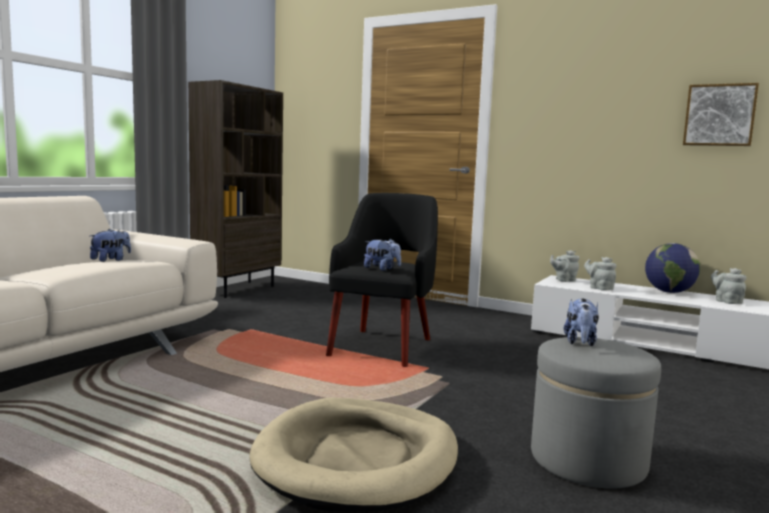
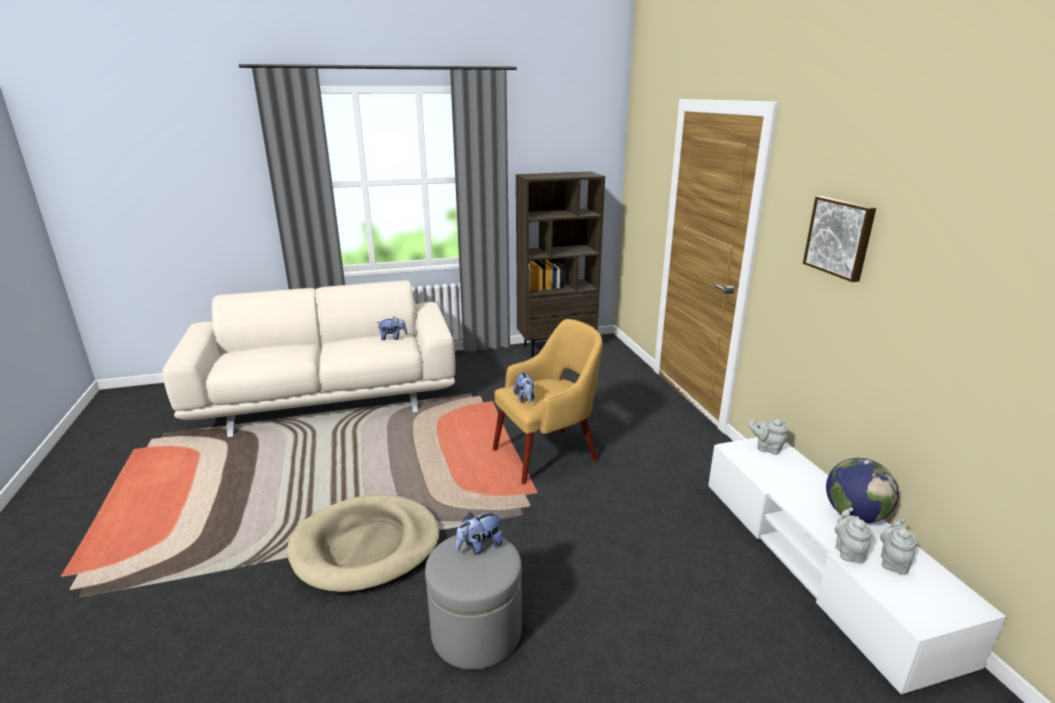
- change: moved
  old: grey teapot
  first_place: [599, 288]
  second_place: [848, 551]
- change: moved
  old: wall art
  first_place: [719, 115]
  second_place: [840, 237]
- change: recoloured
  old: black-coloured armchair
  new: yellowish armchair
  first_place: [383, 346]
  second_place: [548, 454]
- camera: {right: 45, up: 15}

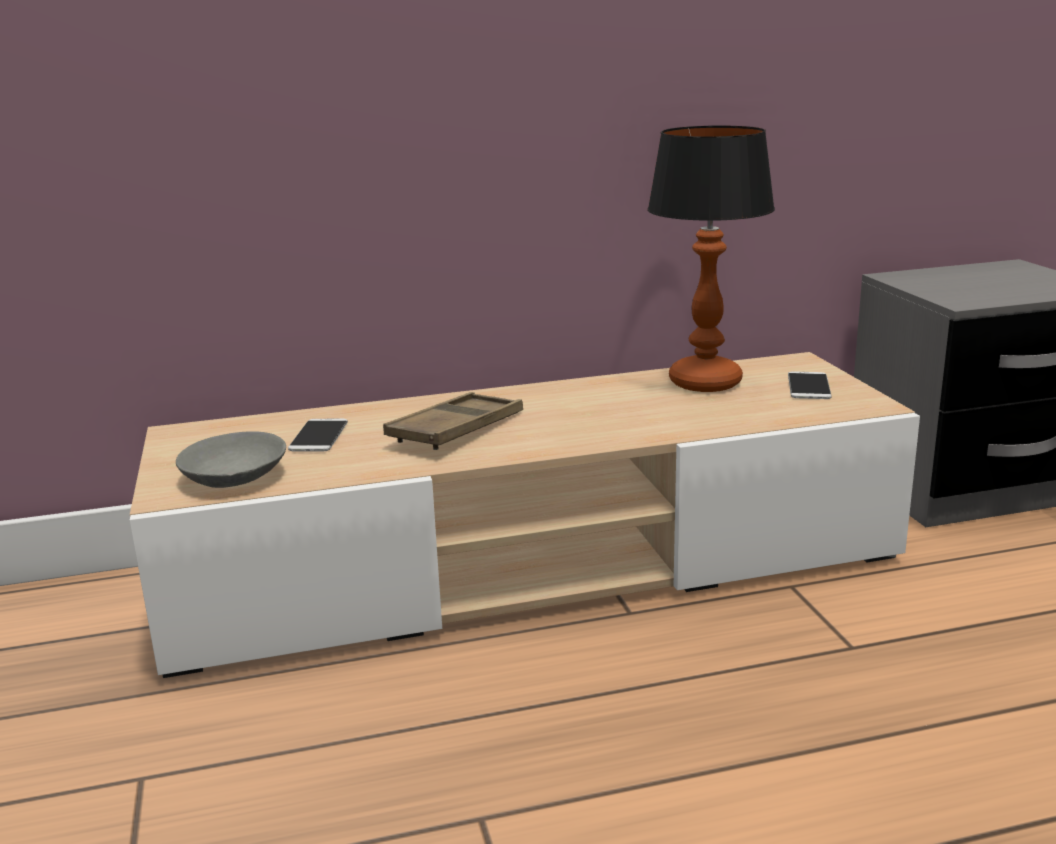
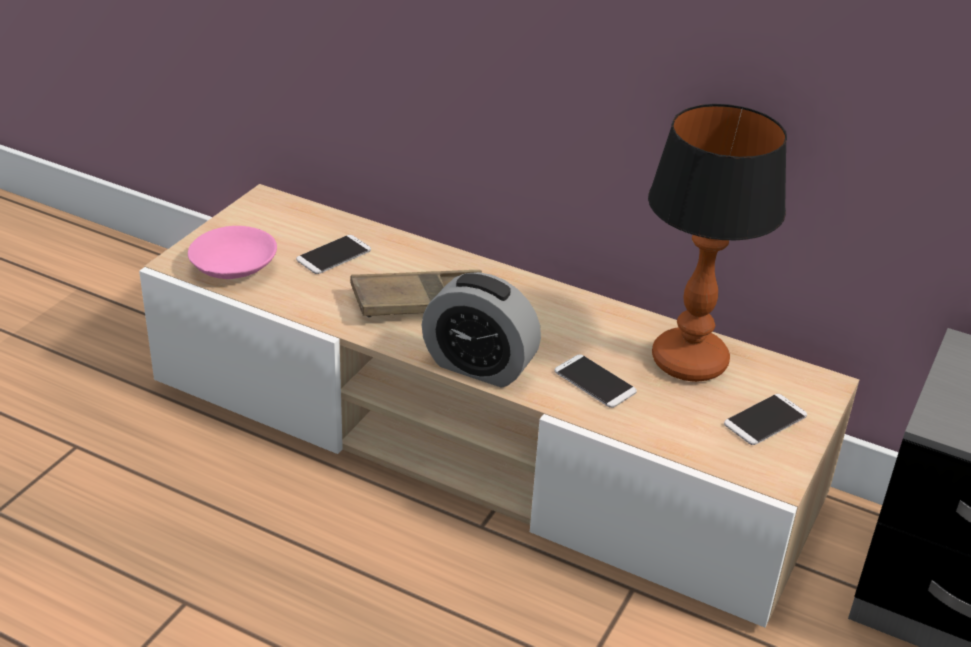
- change: added
  new: alarm clock
  second_place: [479, 366]
- change: added
  new: telephone
  second_place: [595, 382]
- change: recoloured
  old: grey serving bowl
  new: pinkish serving bowl
  first_place: [233, 478]
  second_place: [232, 267]
- camera: {right: 40, up: 15}

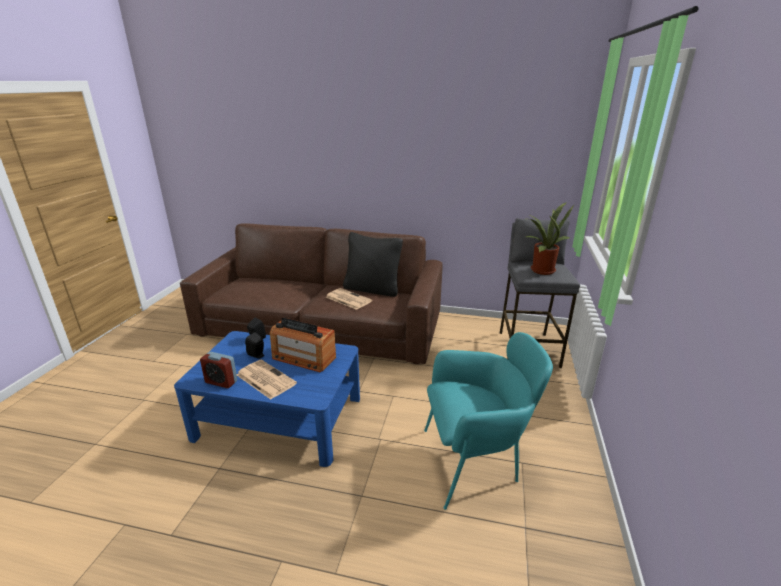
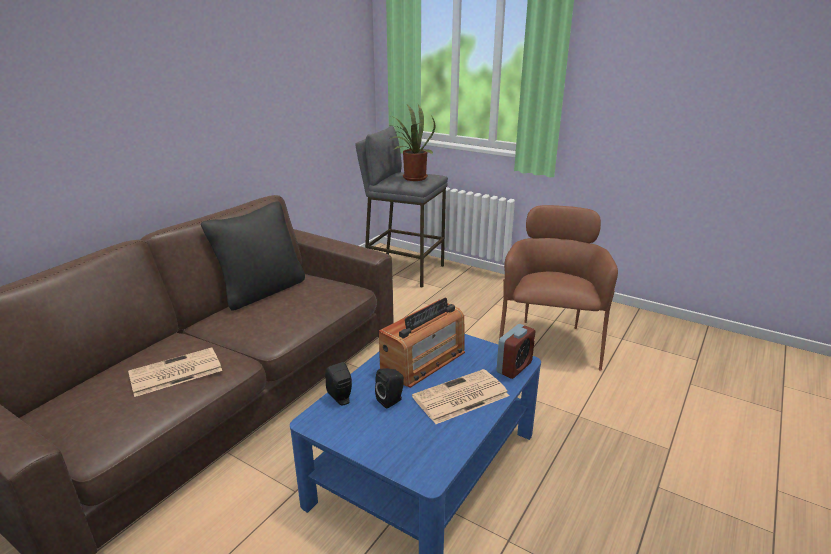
- change: moved
  old: alarm clock
  first_place: [221, 382]
  second_place: [514, 367]
- change: moved
  old: daily paper
  first_place: [347, 299]
  second_place: [174, 373]
- change: recoloured
  old: blue-green armchair
  new: brown-coloured armchair
  first_place: [475, 462]
  second_place: [549, 341]
- camera: {right: -70, up: 0}

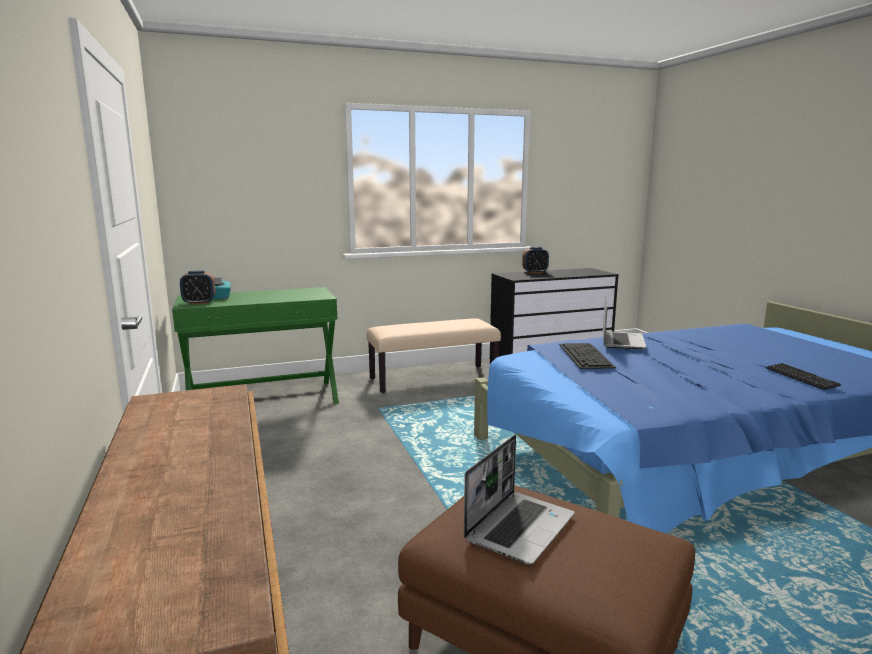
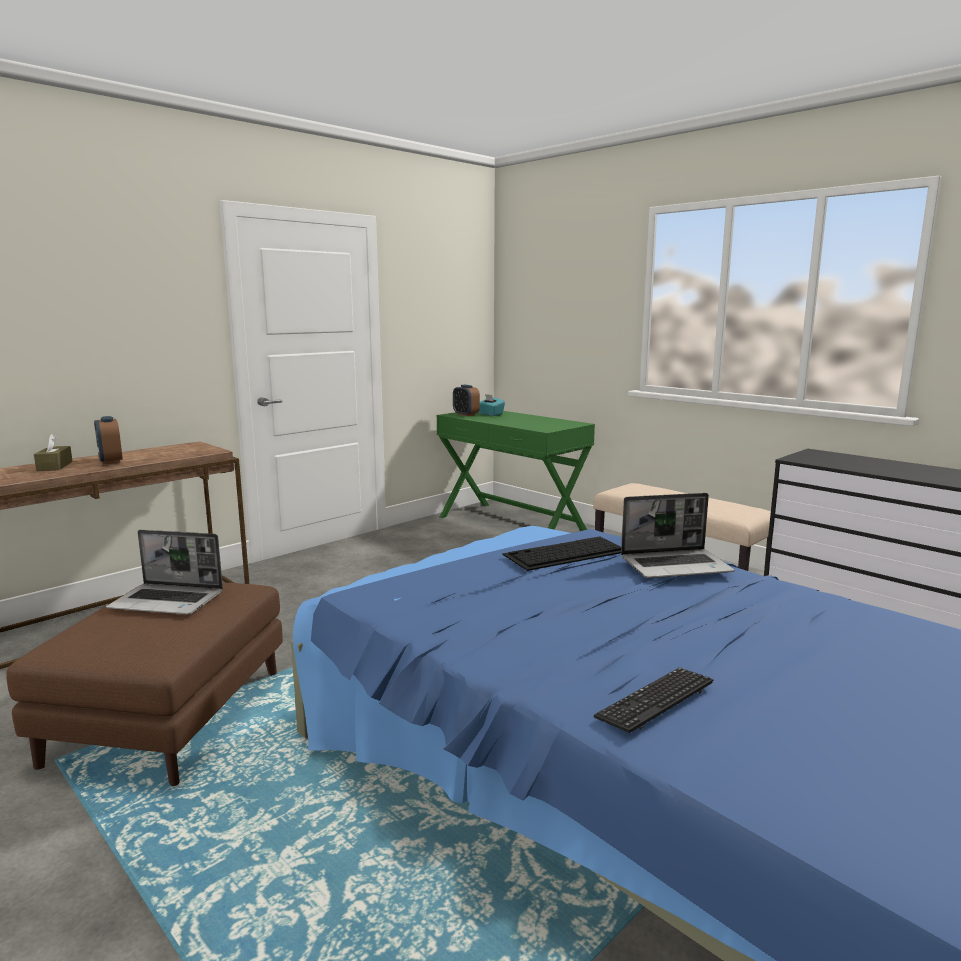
- change: added
  new: brown-coloured tissue holder
  second_place: [55, 466]
- change: moved
  old: alarm clock
  first_place: [535, 272]
  second_place: [110, 461]
- camera: {right: 65, up: 0}

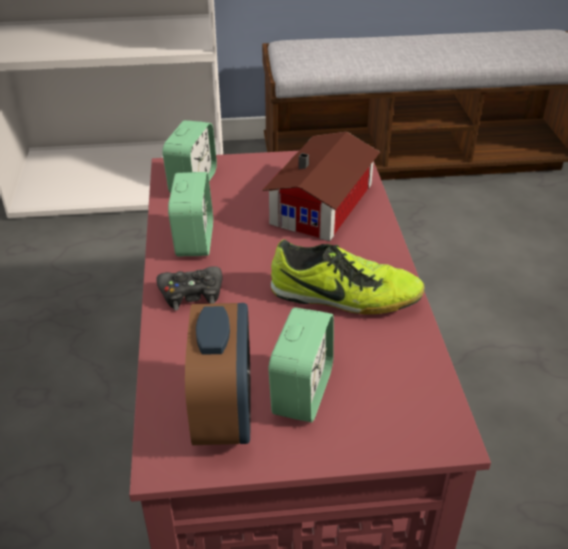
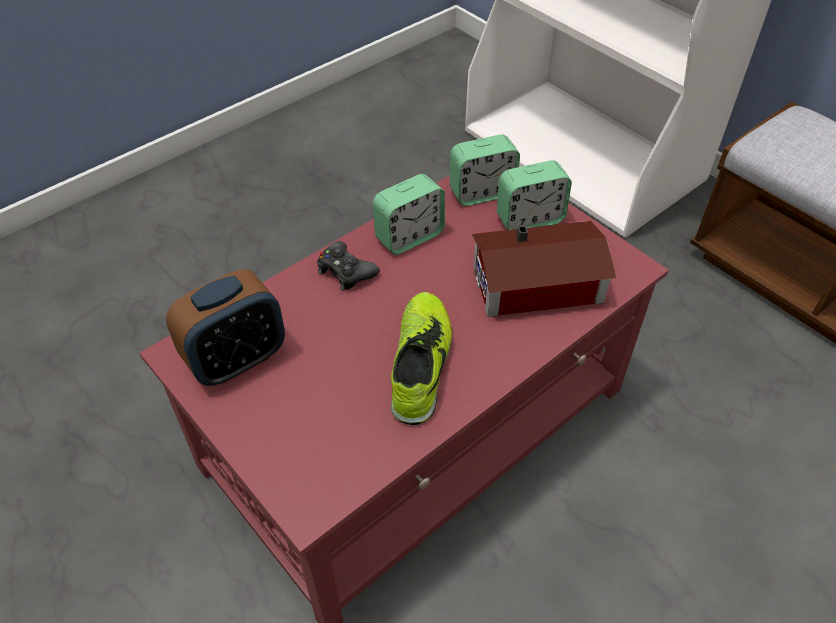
- change: moved
  old: alarm clock
  first_place: [302, 392]
  second_place: [529, 219]
- change: turned
  old: low shoe
  first_place: [344, 297]
  second_place: [421, 364]
  degrees: -150
- camera: {right: 55, up: 10}

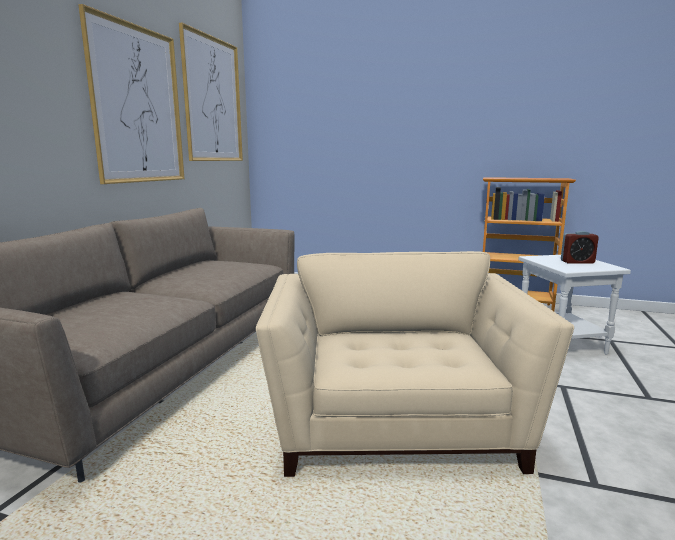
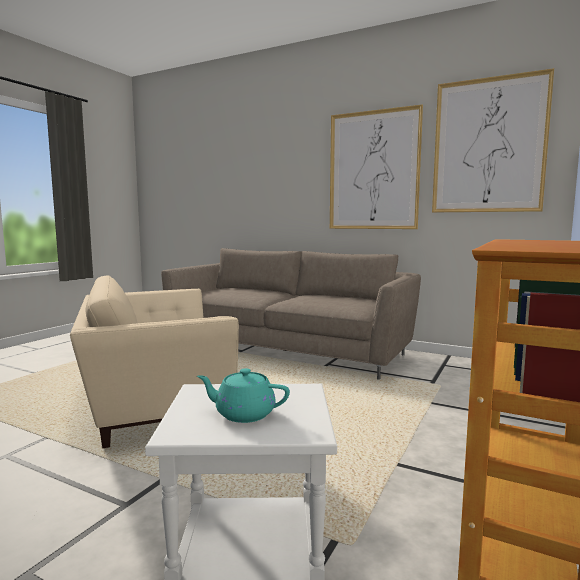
- change: replaced
  old: alarm clock
  new: blue-green teapot
  first_place: [577, 262]
  second_place: [243, 414]
- change: turned
  old: beige armchair
  first_place: [396, 422]
  second_place: [155, 404]
  degrees: 150
- camera: {right: 100, up: -5}

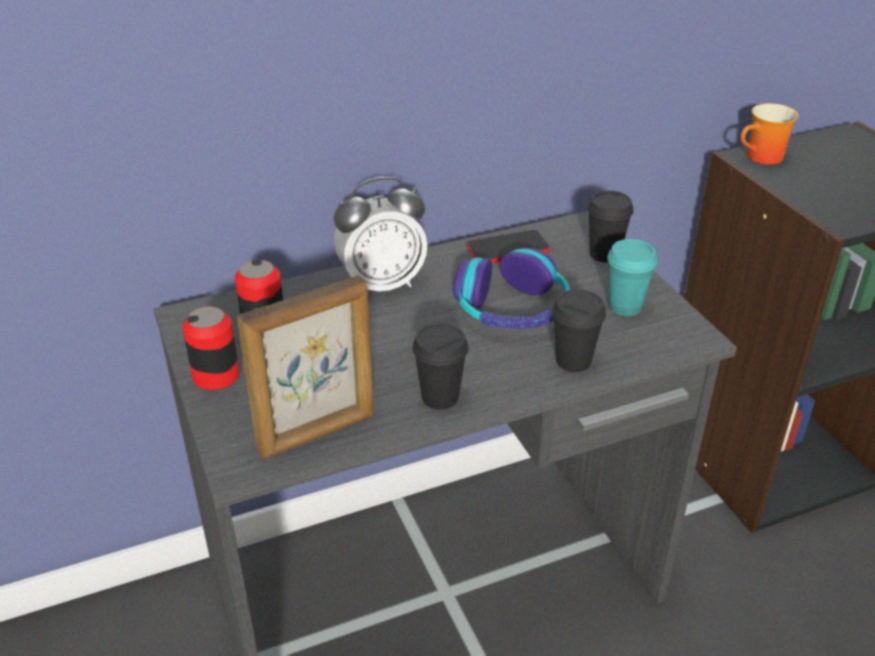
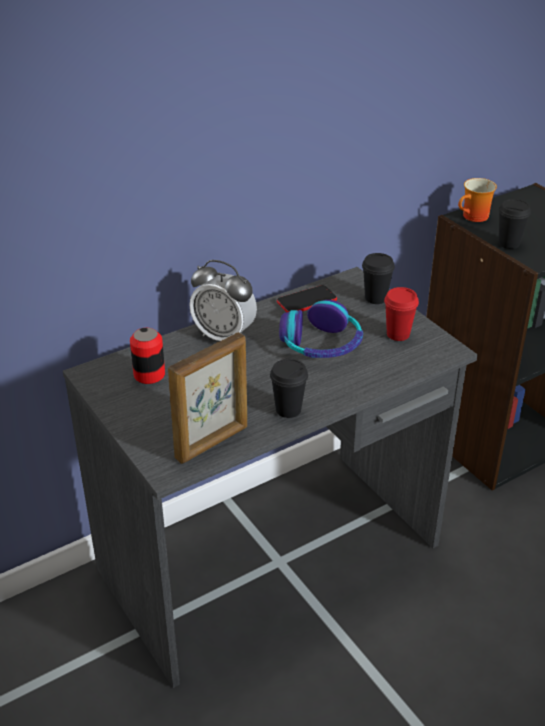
- change: removed
  old: can
  first_place: [216, 376]
- change: moved
  old: black-coloured small cup
  first_place: [573, 361]
  second_place: [509, 243]
- change: recoloured
  old: blue-green small cup
  new: red small cup
  first_place: [625, 306]
  second_place: [398, 334]
- change: turned
  old: alarm clock
  first_place: [382, 284]
  second_place: [224, 336]
  degrees: 60
- camera: {right: -10, up: 0}

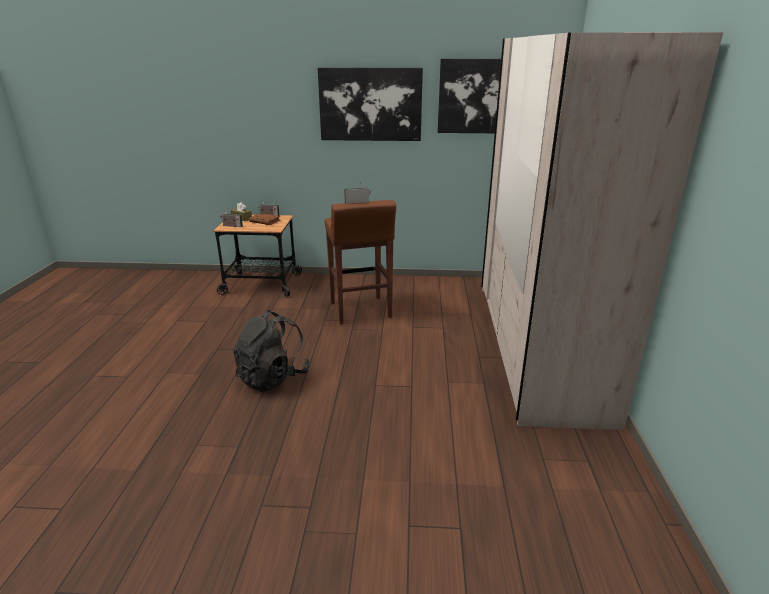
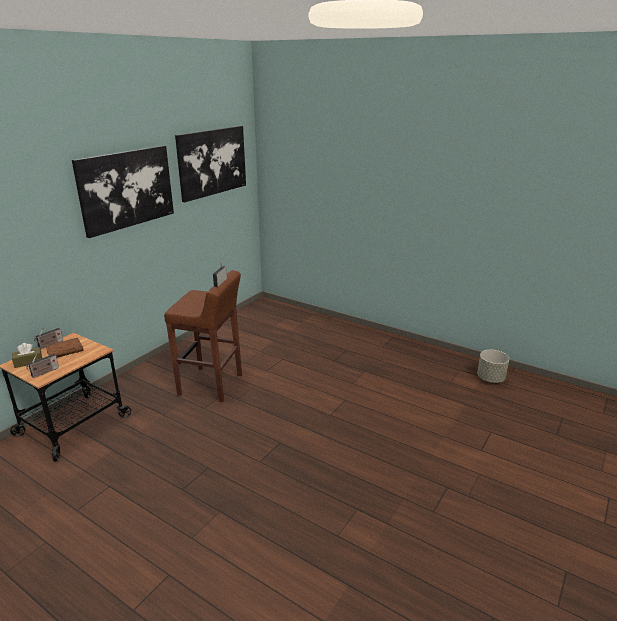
- change: removed
  old: black-coloured rucksack
  first_place: [273, 377]
- change: removed
  old: beige clothes cupboard
  first_place: [537, 345]
- change: added
  new: grey flower pot
  second_place: [490, 378]
- camera: {right: -60, up: 0}

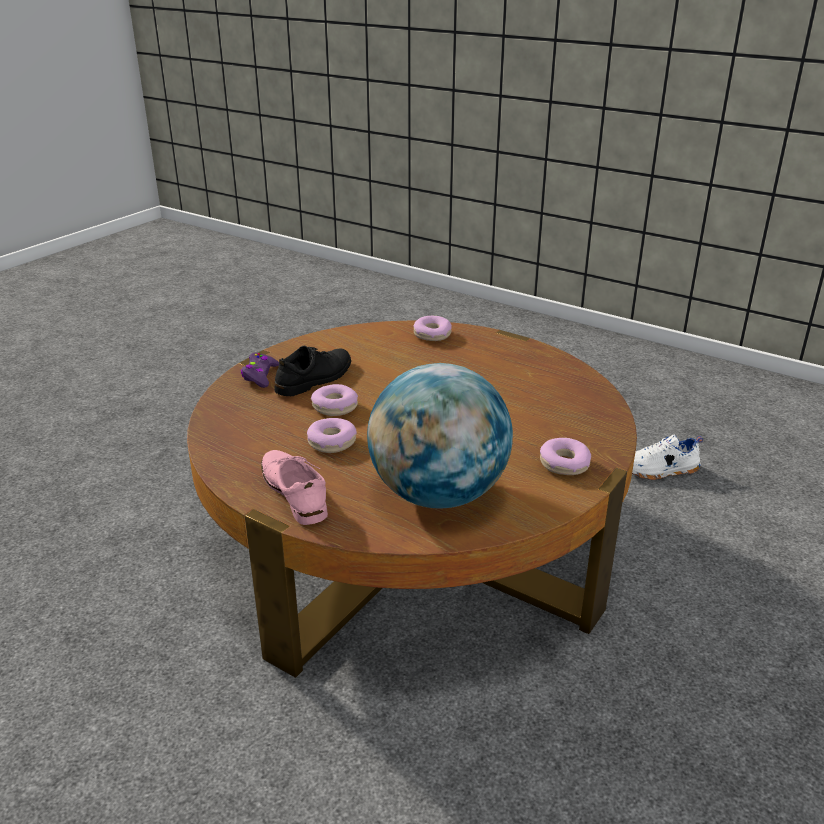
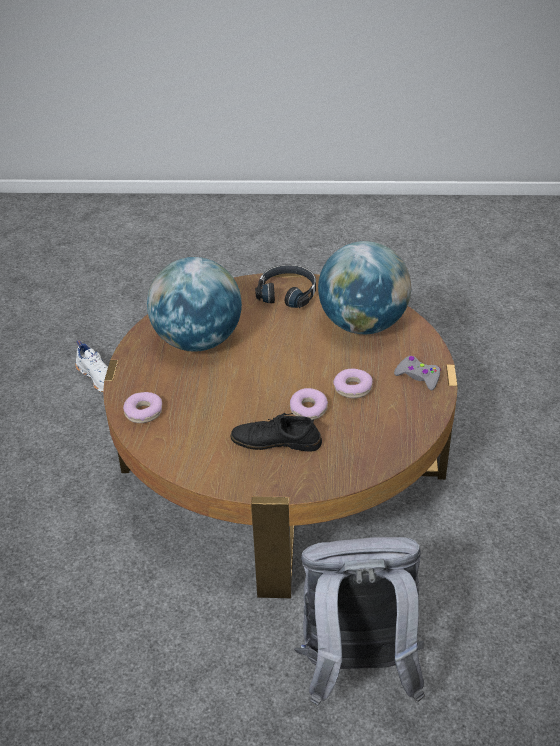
- change: removed
  old: purplish joypad
  first_place: [260, 375]
- change: added
  new: desk globe
  second_place: [198, 341]
- change: added
  new: grey rucksack
  second_place: [357, 669]
- change: replaced
  old: pinkish low shoe
  new: grey joypad
  first_place: [294, 492]
  second_place: [418, 377]
- change: replaced
  old: doughnut
  new: black-coloured headset
  first_place: [564, 464]
  second_place: [288, 293]
- camera: {right: -120, up: 10}

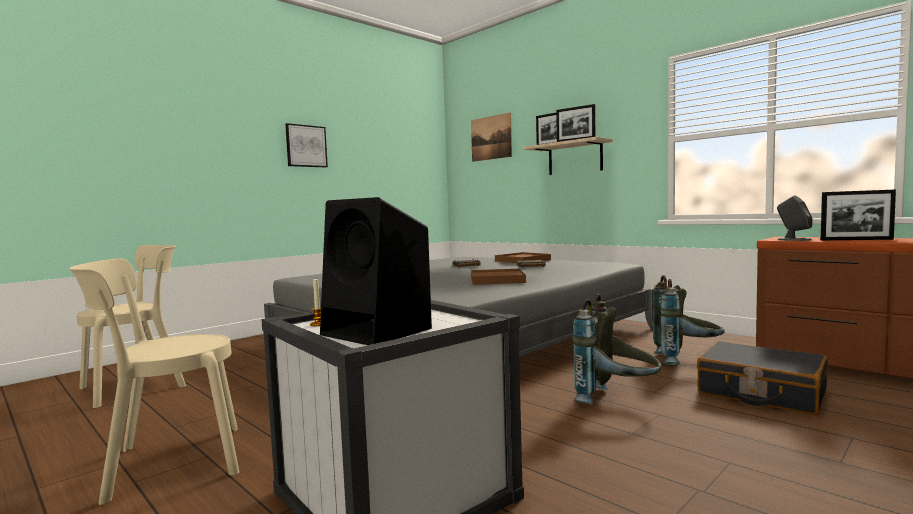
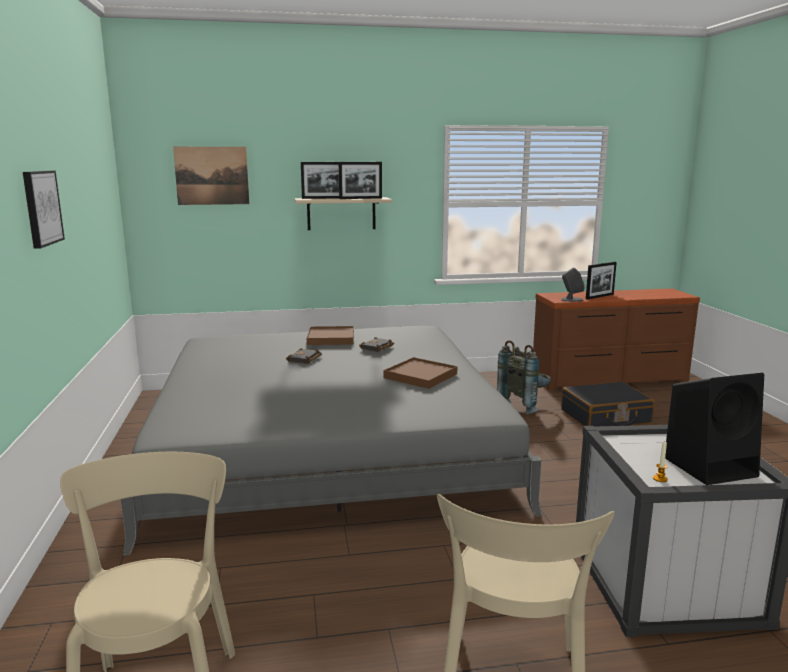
- change: removed
  old: grey rucksack
  first_place: [616, 401]
- camera: {right: -55, up: 10}

